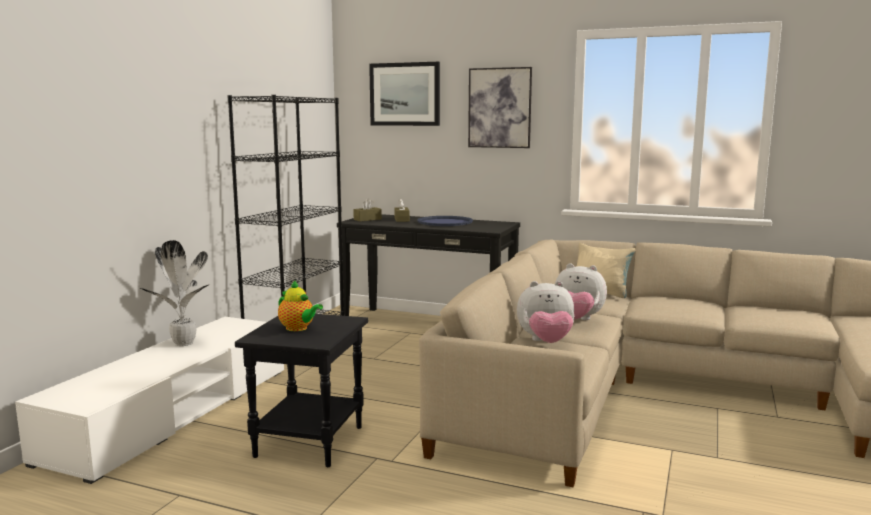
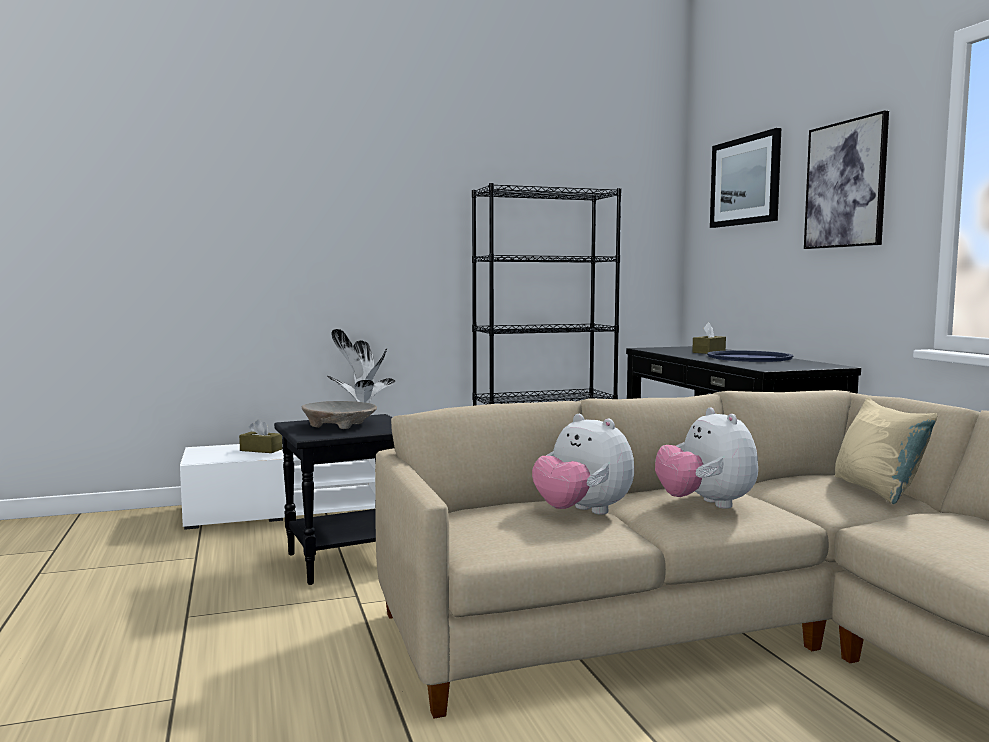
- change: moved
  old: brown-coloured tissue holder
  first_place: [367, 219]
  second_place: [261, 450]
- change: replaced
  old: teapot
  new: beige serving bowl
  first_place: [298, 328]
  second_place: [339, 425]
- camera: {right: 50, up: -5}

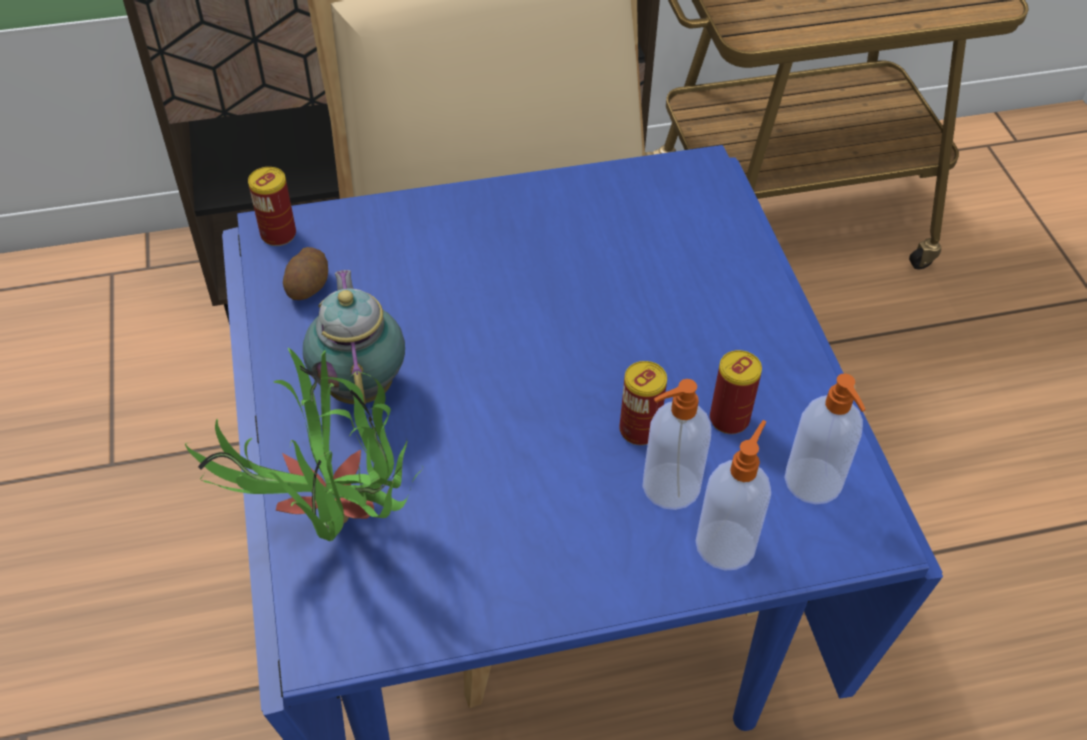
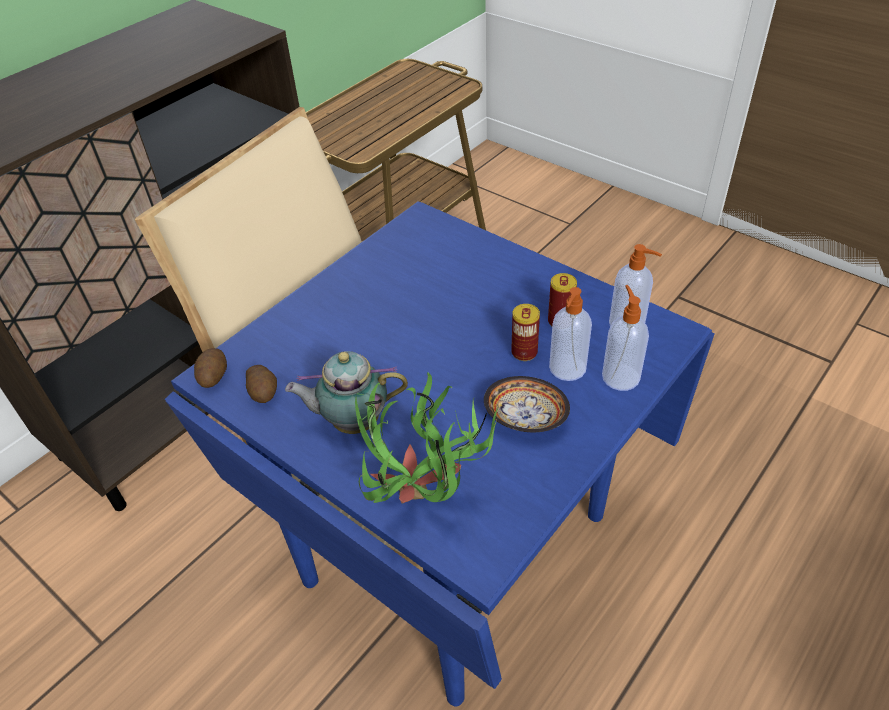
- change: added
  new: serving bowl
  second_place: [524, 417]
- change: replaced
  old: can
  new: spud
  first_place: [278, 234]
  second_place: [213, 376]
- change: turned
  old: teapot
  first_place: [361, 383]
  second_place: [352, 422]
  degrees: -45
- camera: {right: -35, up: -5}

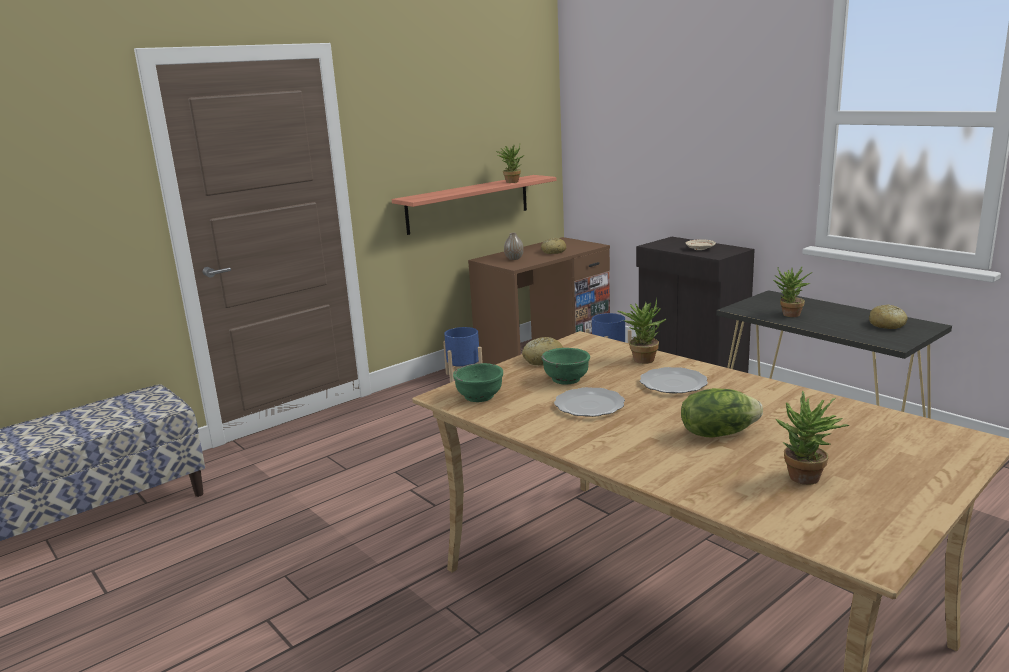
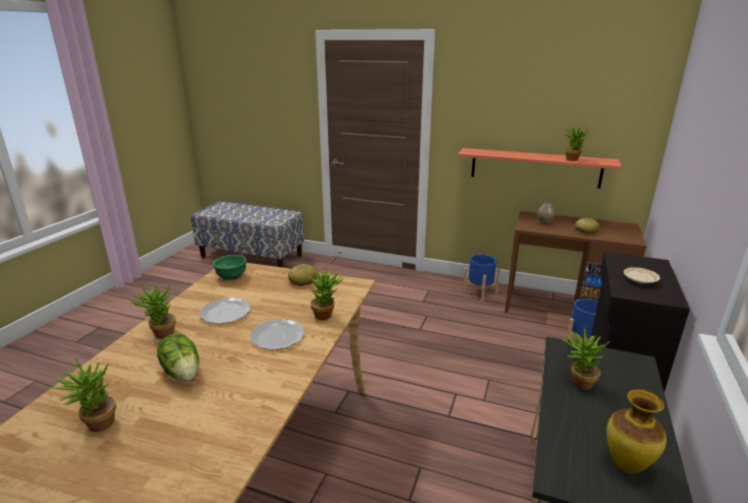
- change: removed
  old: green serving bowl
  first_place: [565, 379]
- change: added
  new: houseplant
  second_place: [160, 335]
- change: replaced
  old: bakery bread
  new: vase
  first_place: [887, 325]
  second_place: [626, 466]
- camera: {right: 60, up: 5}

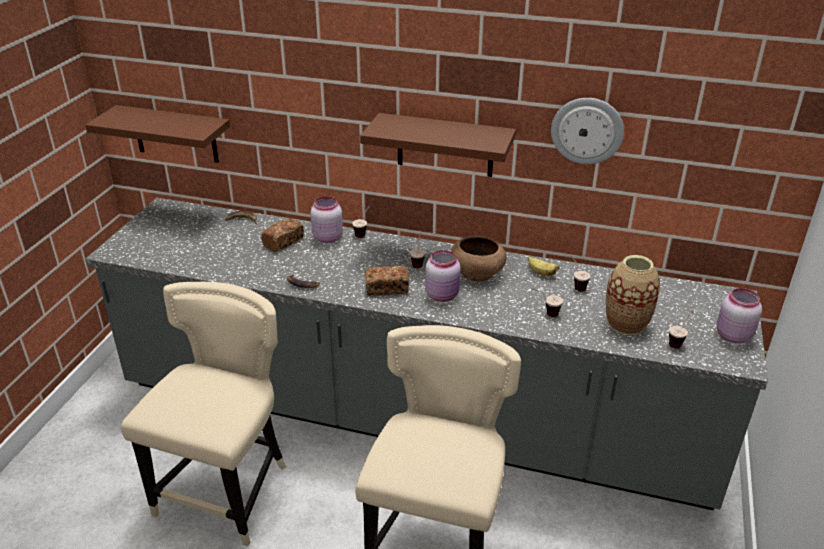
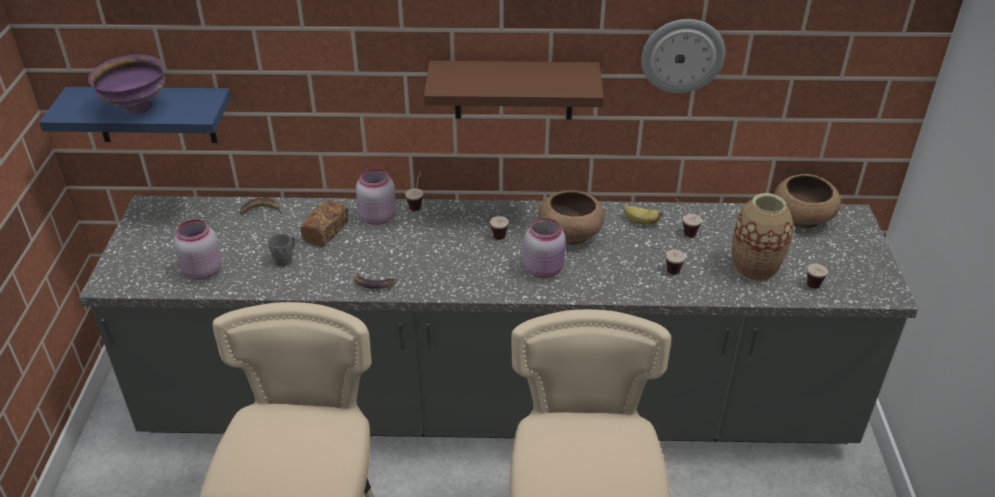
- change: removed
  old: bakery bread
  first_place: [387, 288]
- change: added
  new: purplish serving bowl
  second_place: [136, 108]
- change: added
  new: grey tea mug
  second_place: [286, 259]
- change: added
  new: brown-coloured serving bowl
  second_place: [802, 218]
- change: moved
  old: pinkish jar
  first_place: [732, 335]
  second_place: [201, 271]
- change: recoloured
  old: brown-coloured wall shelf
  new: blue wall shelf
  first_place: [175, 134]
  second_place: [154, 114]
- camera: {right: -15, up: 5}

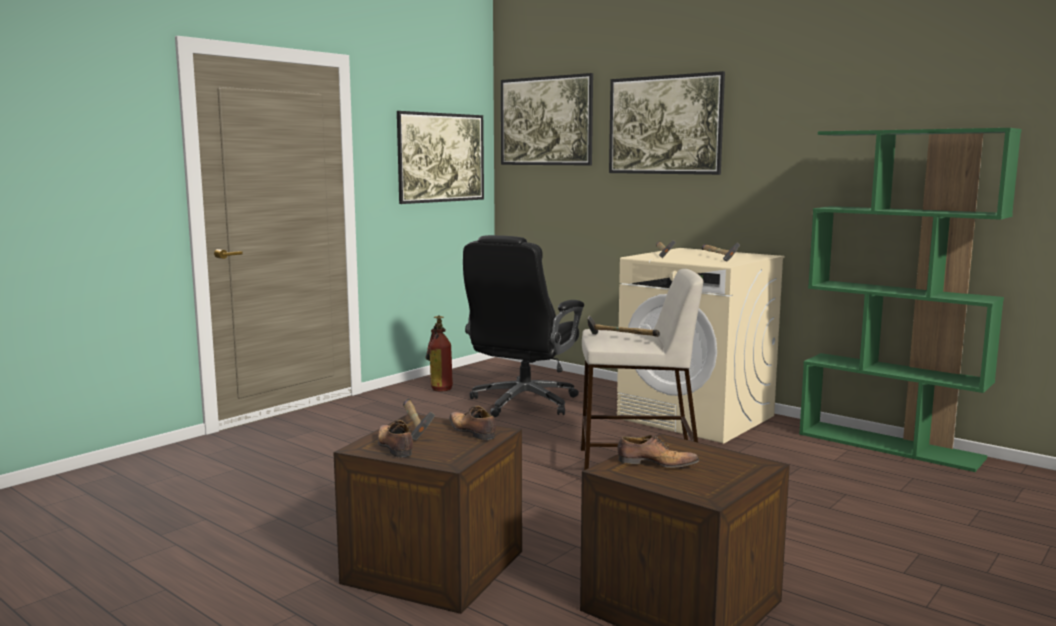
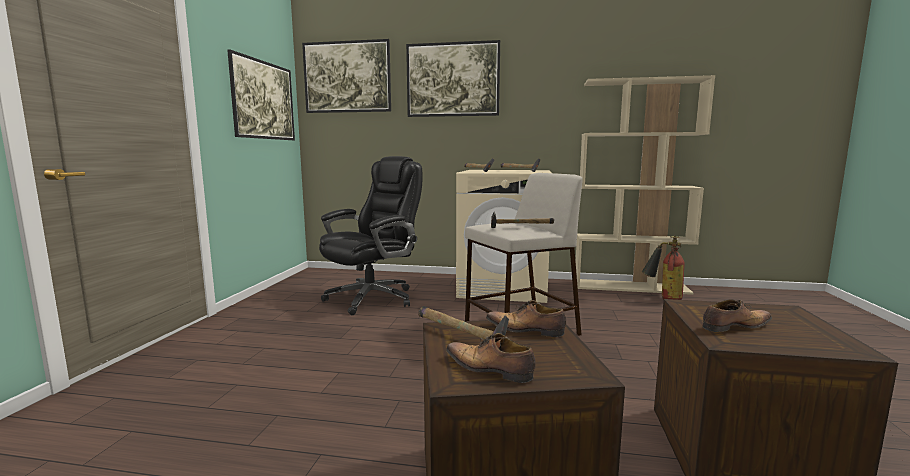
- change: moved
  old: fire extinguisher
  first_place: [439, 387]
  second_place: [663, 298]
- change: recoloured
  old: green bookshelf
  new: beige bookshelf
  first_place: [890, 446]
  second_place: [631, 287]
- change: turned
  old: black-coloured office chair
  first_place: [523, 403]
  second_place: [373, 298]
  degrees: -135
- camera: {right: -30, up: 0}

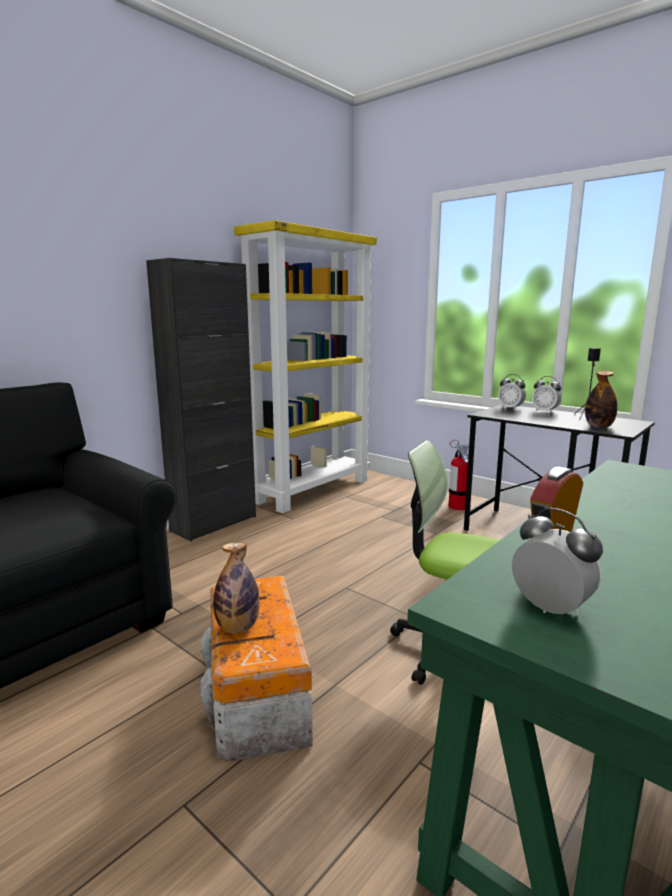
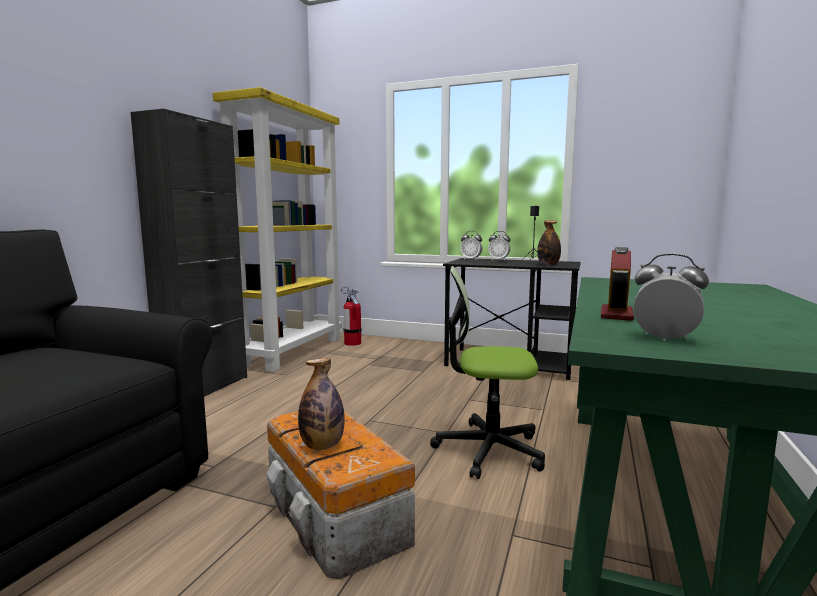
- change: moved
  old: fire extinguisher
  first_place: [458, 506]
  second_place: [352, 343]
- camera: {right: -20, up: -5}

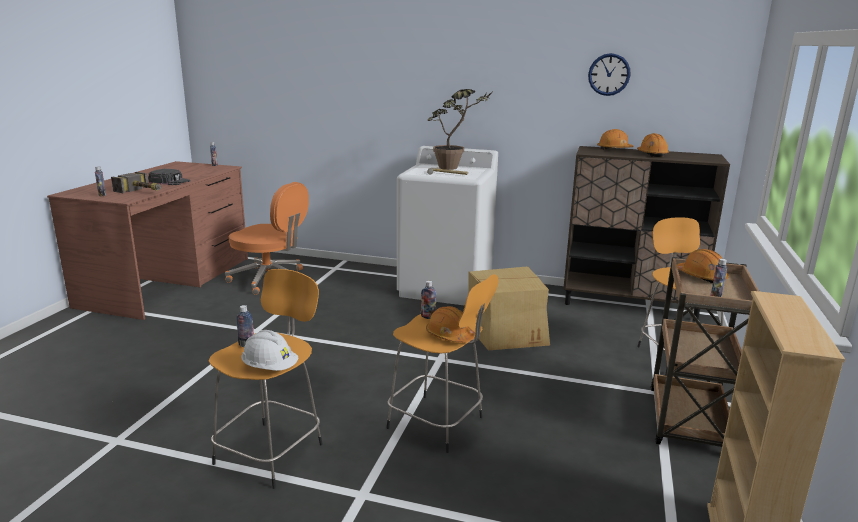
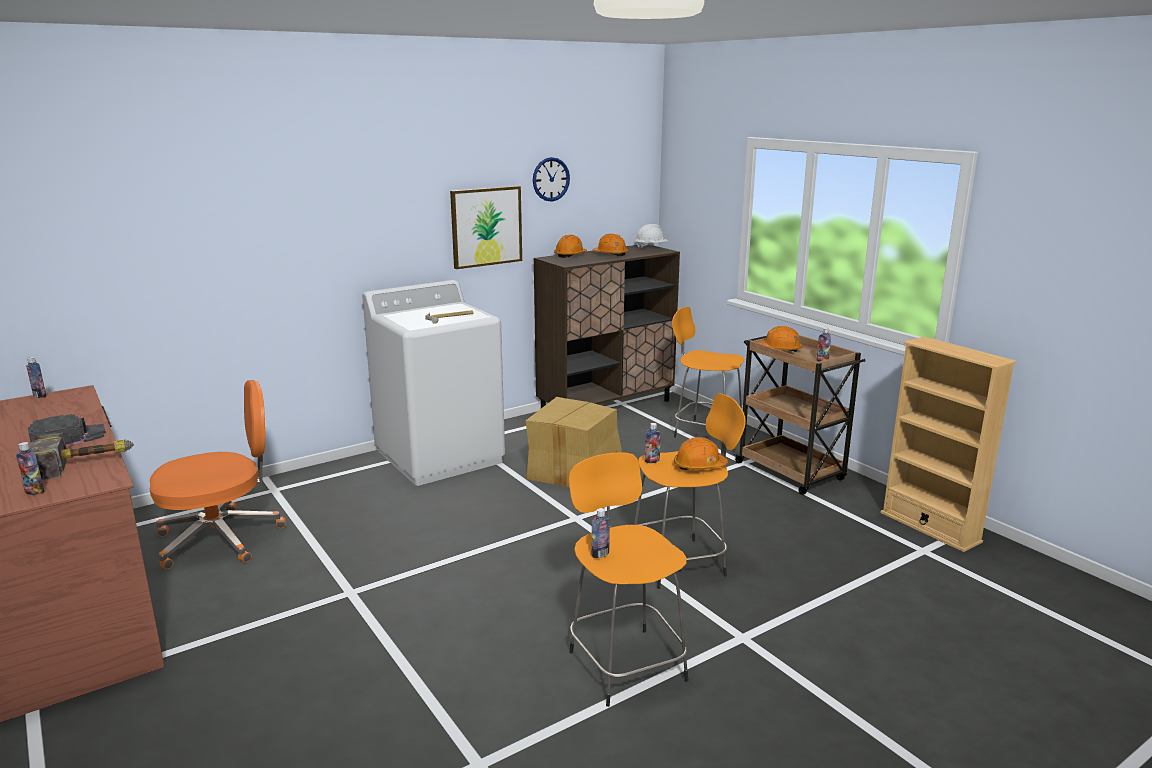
- change: removed
  old: houseplant
  first_place: [455, 168]
- change: added
  new: wall art
  second_place: [486, 226]
- change: moved
  old: white hard hat
  first_place: [270, 368]
  second_place: [651, 247]
- camera: {right: -50, up: 0}

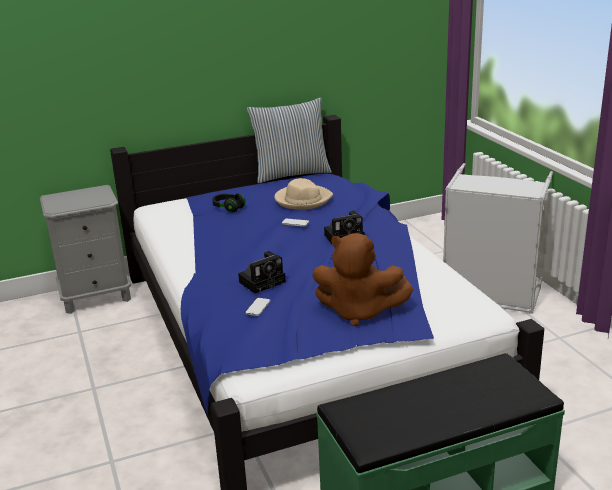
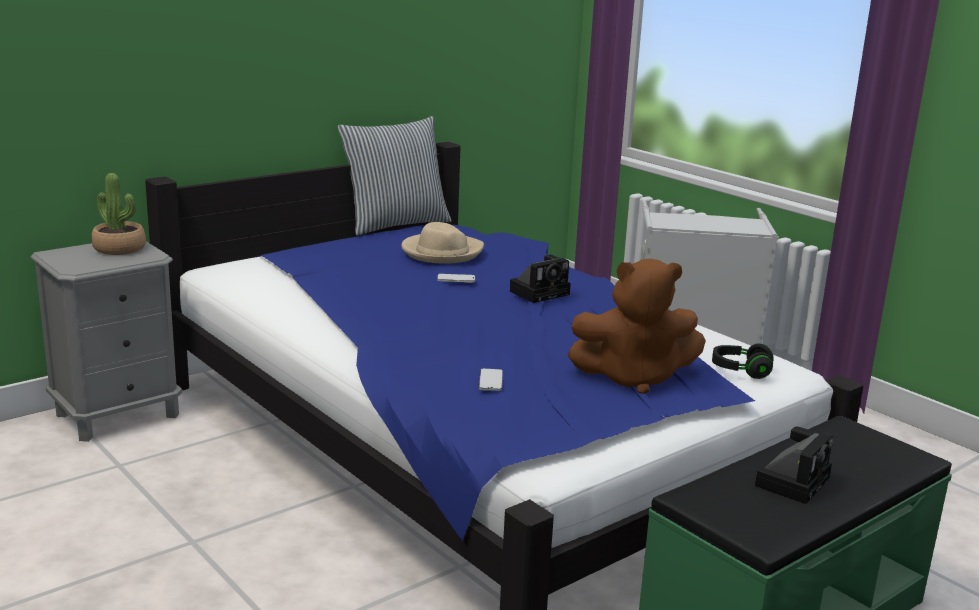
- change: added
  new: houseplant
  second_place: [119, 248]
- change: moved
  old: black-coloured headset
  first_place: [228, 208]
  second_place: [741, 371]
- change: moved
  old: still camera
  first_place: [263, 281]
  second_place: [792, 480]
- camera: {right: -20, up: -5}

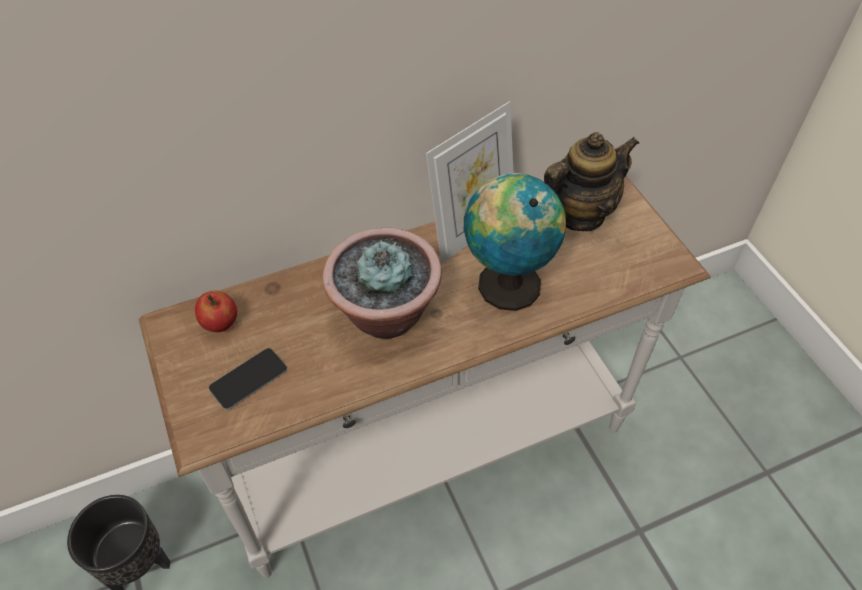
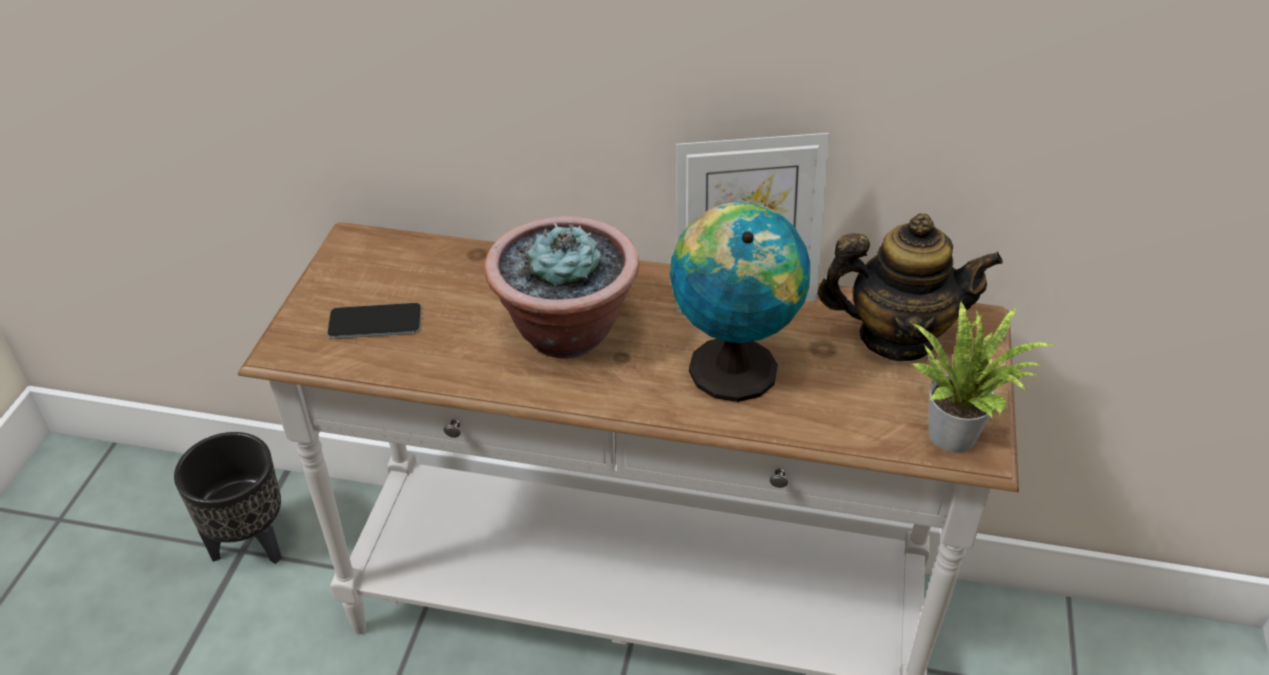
- change: removed
  old: apple
  first_place: [220, 323]
- change: added
  new: houseplant
  second_place: [957, 433]
- camera: {right: 35, up: -10}

